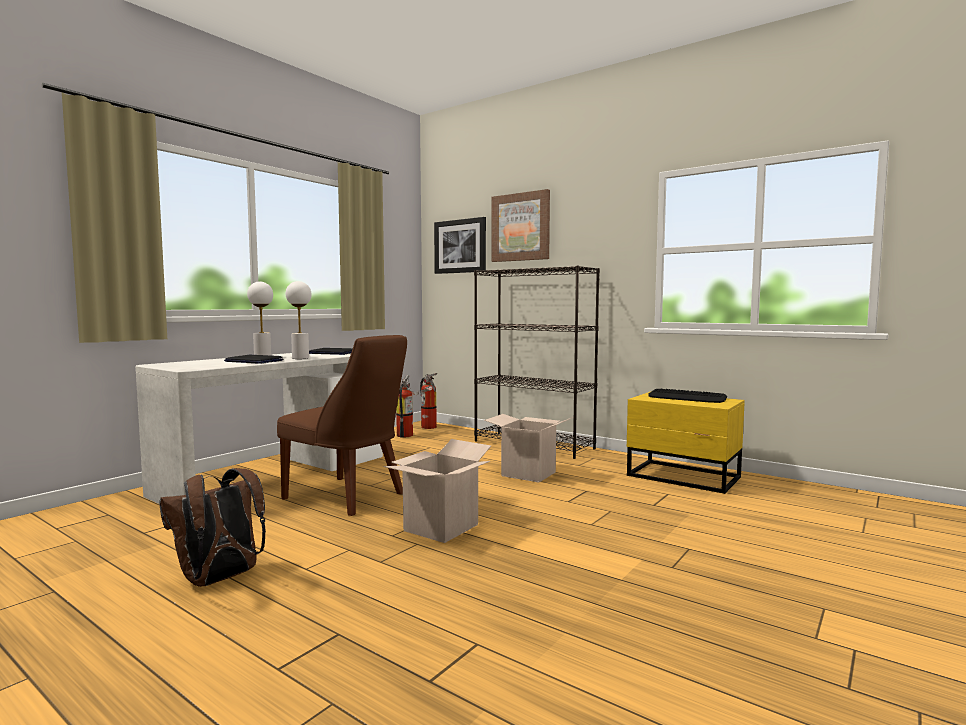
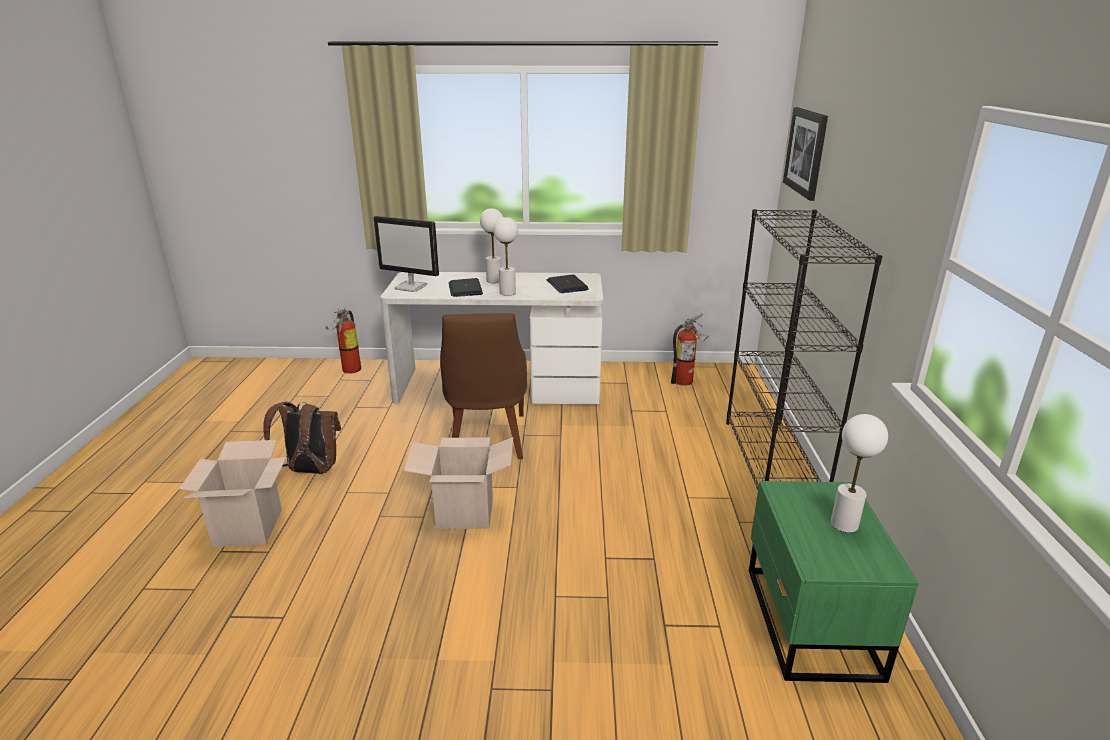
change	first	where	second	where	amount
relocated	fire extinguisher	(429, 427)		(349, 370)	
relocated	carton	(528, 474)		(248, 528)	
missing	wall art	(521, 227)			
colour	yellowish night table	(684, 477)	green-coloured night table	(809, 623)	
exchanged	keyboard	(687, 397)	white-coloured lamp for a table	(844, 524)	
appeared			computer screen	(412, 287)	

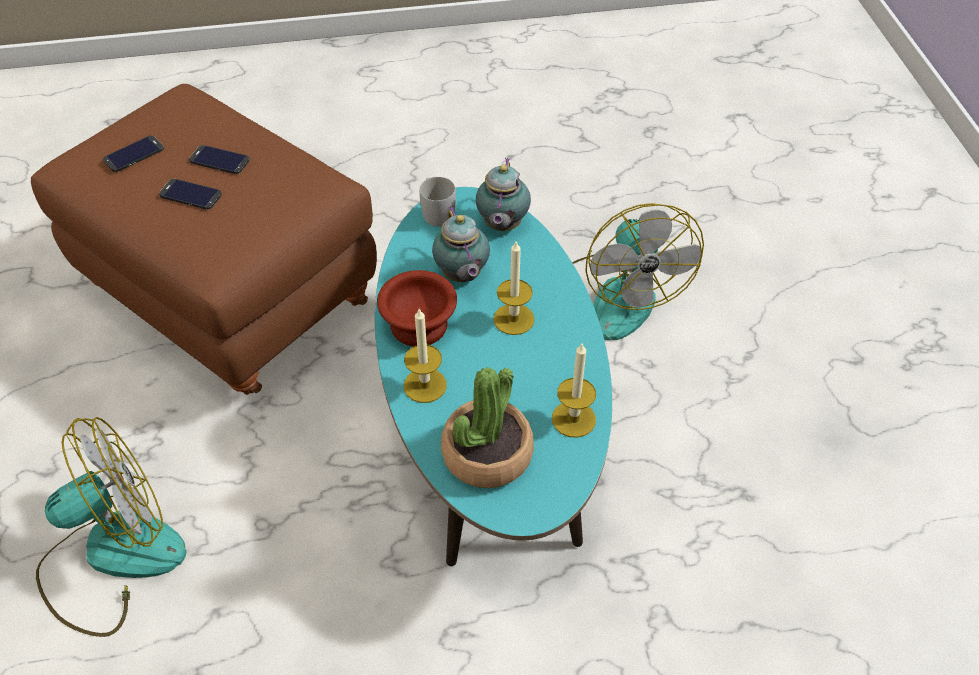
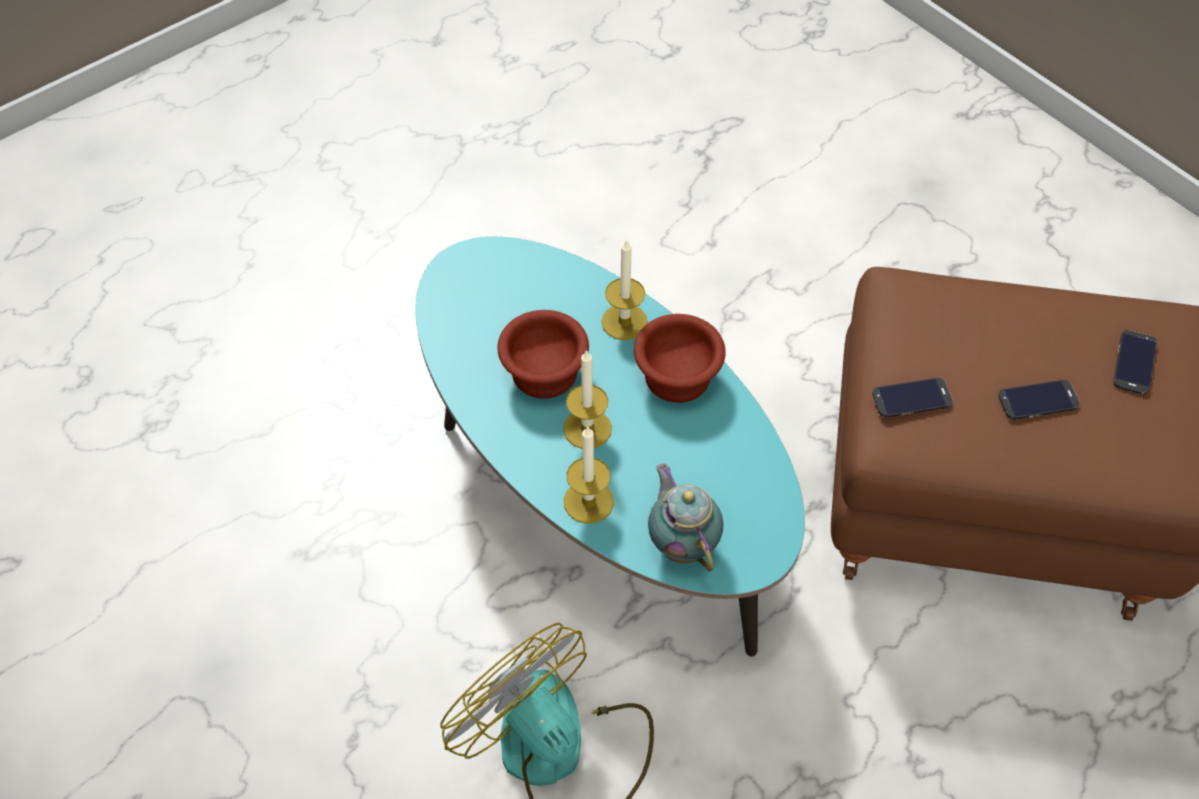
change	first	where	second	where	amount
missing	cooling fan	(111, 558)			
relocated	phone	(190, 194)		(912, 398)	
missing	white-coloured tea mug	(436, 212)			
missing	pot for tea	(462, 276)			
missing	plant in a pot	(487, 454)			
relocated	wax candle	(573, 419)		(588, 501)	
appeared			brown serving bowl	(541, 372)	

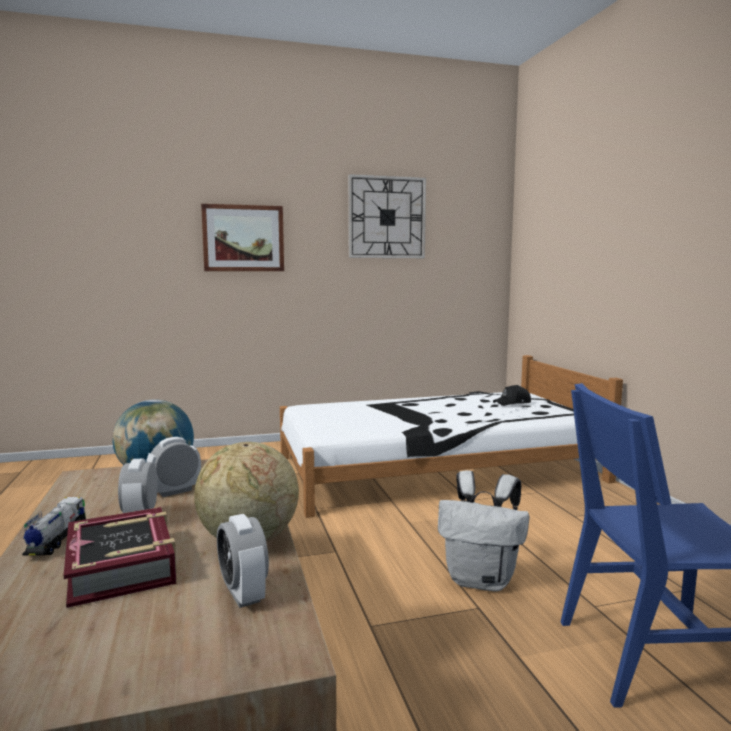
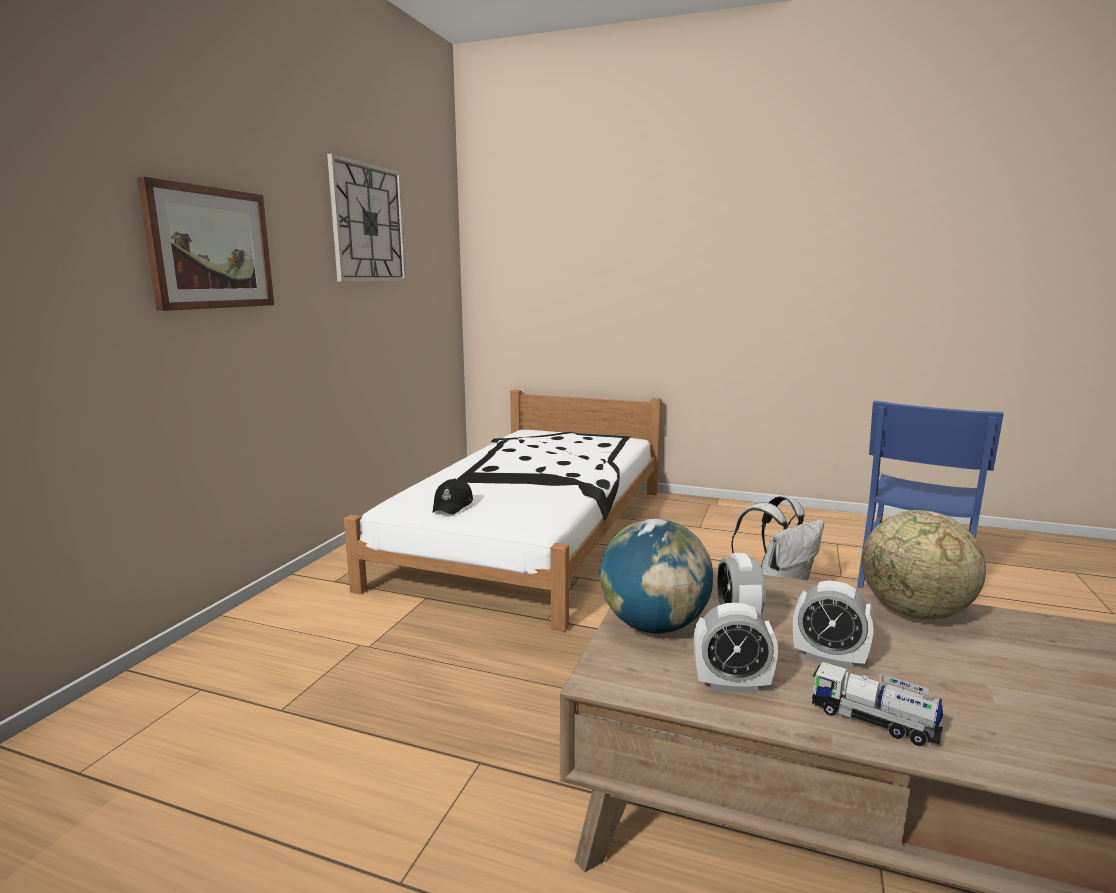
change	first	where	second	where	amount
missing	book	(122, 566)			
relocated	alarm clock	(243, 594)		(731, 684)	
relocated	black baseball cap	(512, 403)		(453, 505)	

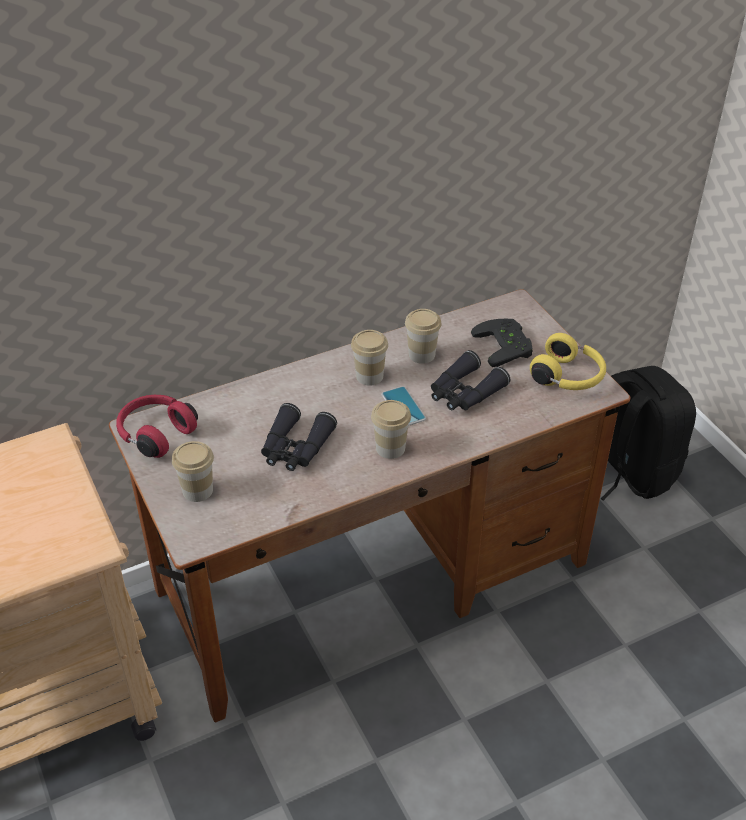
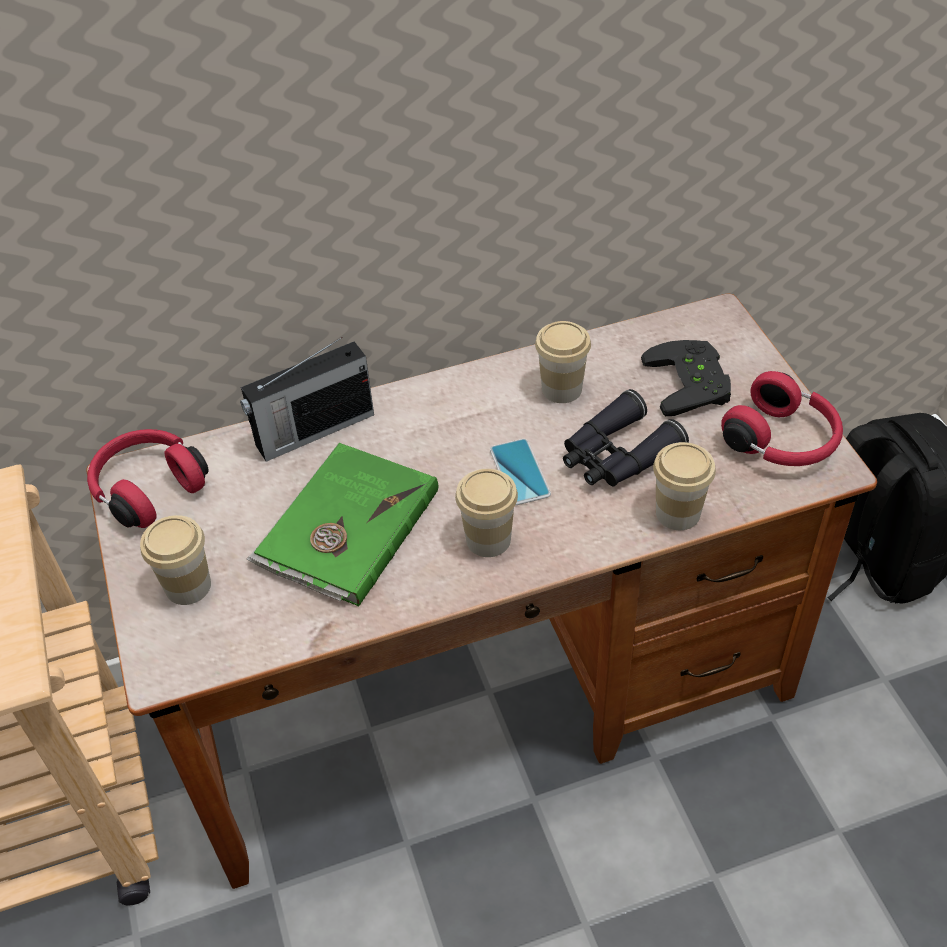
change	first	where	second	where	amount
exchanged	black binoculars	(295, 448)	green-coloured book	(345, 528)	
relocated	small cup	(369, 376)		(678, 513)	
colour	yellowish headphones	(568, 377)	reddish headphones	(782, 441)	
appeared			radio receiver	(313, 431)	

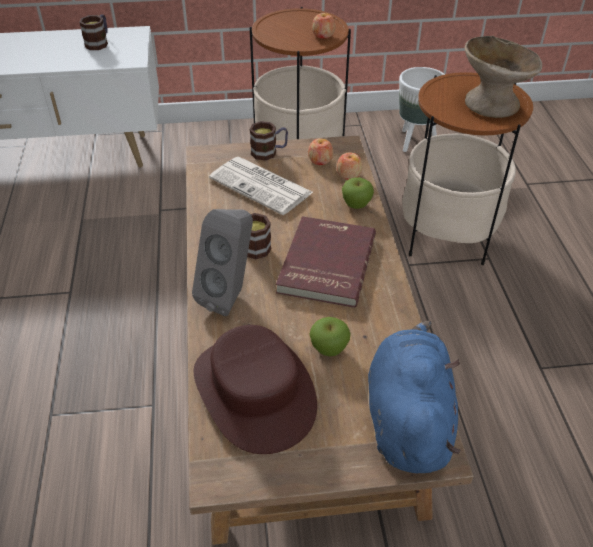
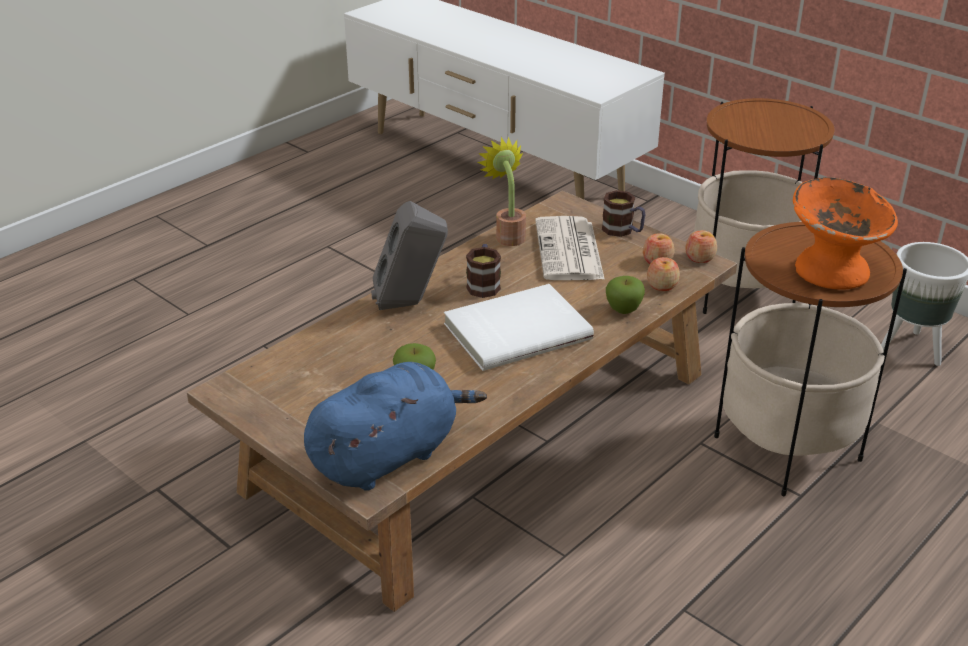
change	first	where	second	where	amount
missing	tea mug	(99, 42)			
missing	brown hat	(255, 391)			
colour	reddish book	(325, 263)	white-coloured book	(516, 330)	
relocated	whole apple	(323, 35)		(699, 258)	
colour	beige serving bowl	(491, 104)	orangey serving bowl	(831, 270)	
appeared			plant in a pot	(508, 235)	

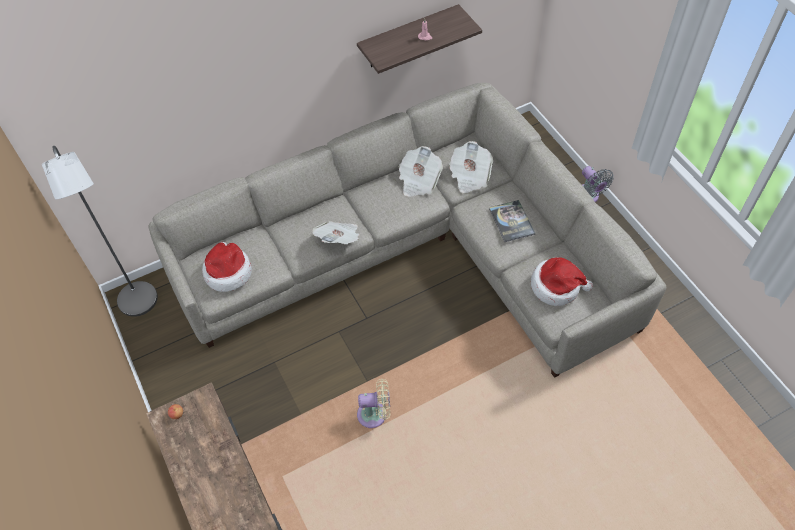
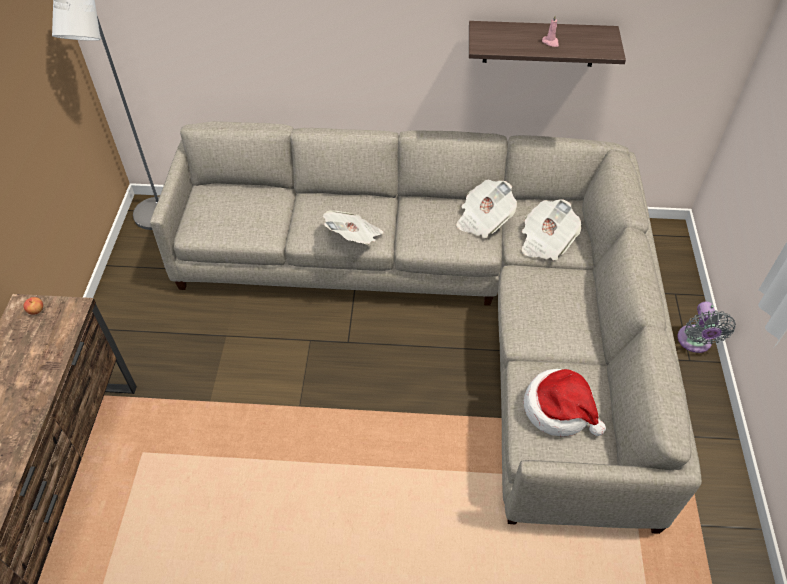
change	first	where	second	where	amount
missing	hat	(228, 272)			
missing	beige cooling fan	(375, 414)			
missing	book	(511, 221)			

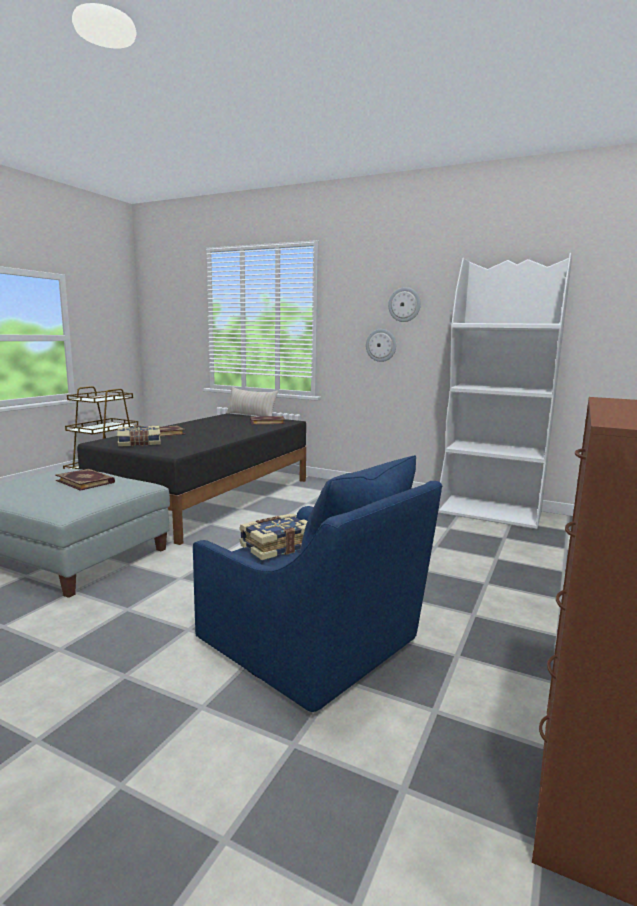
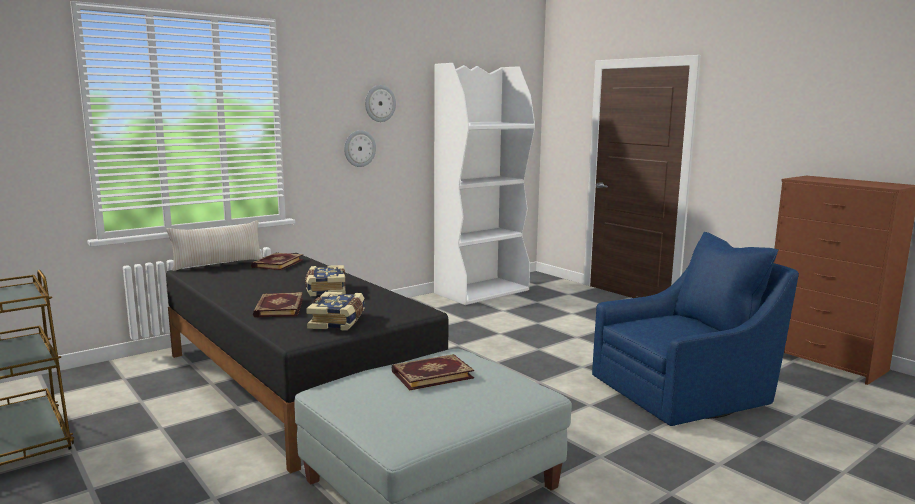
change	first	where	second	where	amount
relocated	book	(276, 546)		(325, 290)	

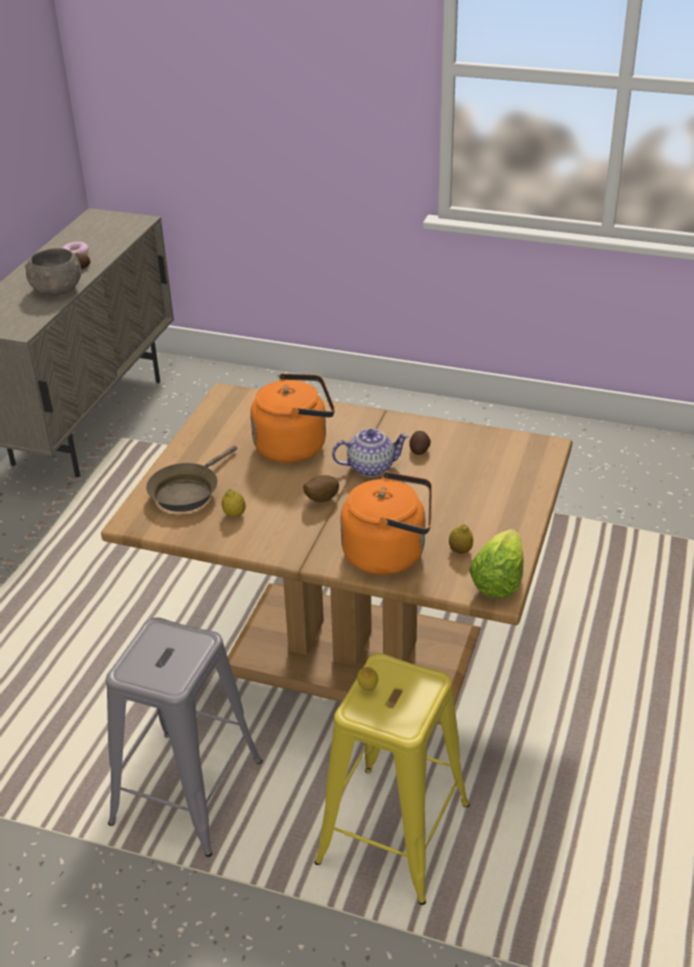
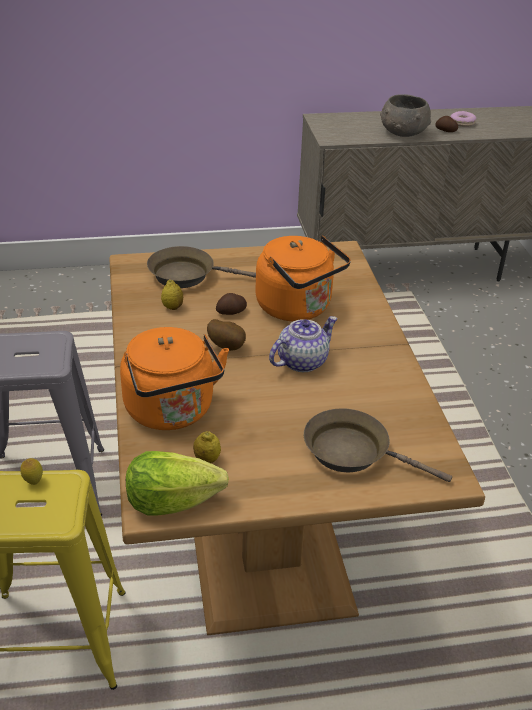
change	first	where	second	where	amount
spun	pot for tea	(371, 467)		(302, 361)	90 degrees counterclockwise
relocated	spud	(419, 449)		(231, 312)	
appeared			brown skillet	(353, 452)	

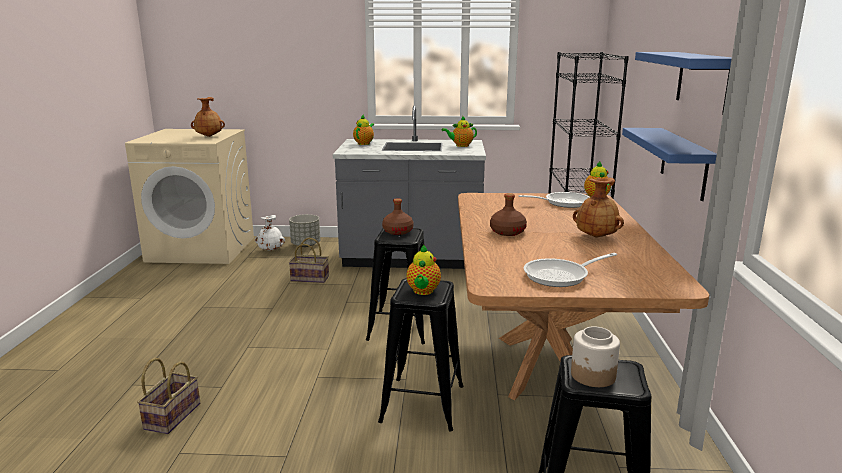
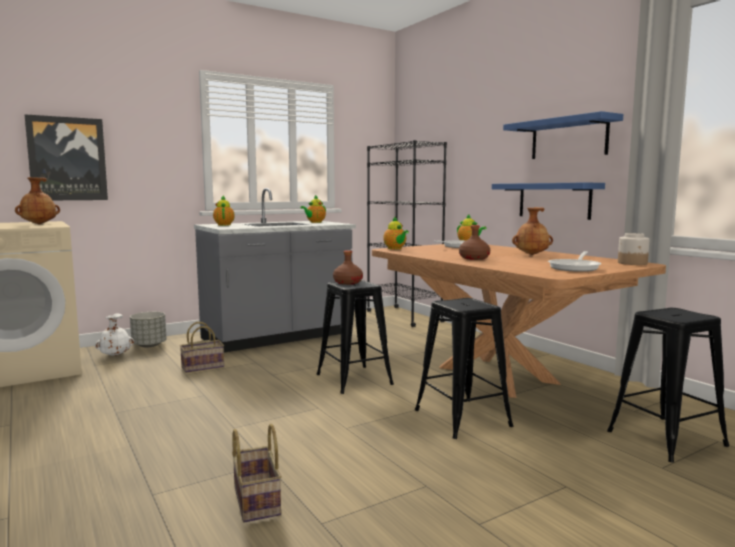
change	first	where	second	where	amount
relocated	pot for tea	(423, 291)		(395, 248)	
relocated	jar	(593, 376)		(632, 263)	
appeared			wall art	(67, 159)	

